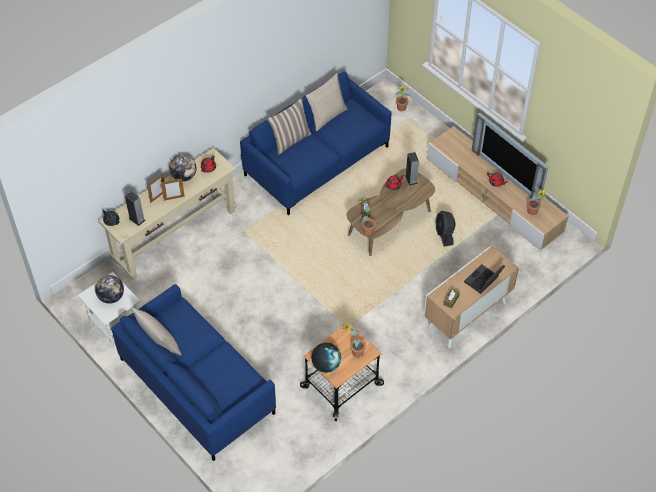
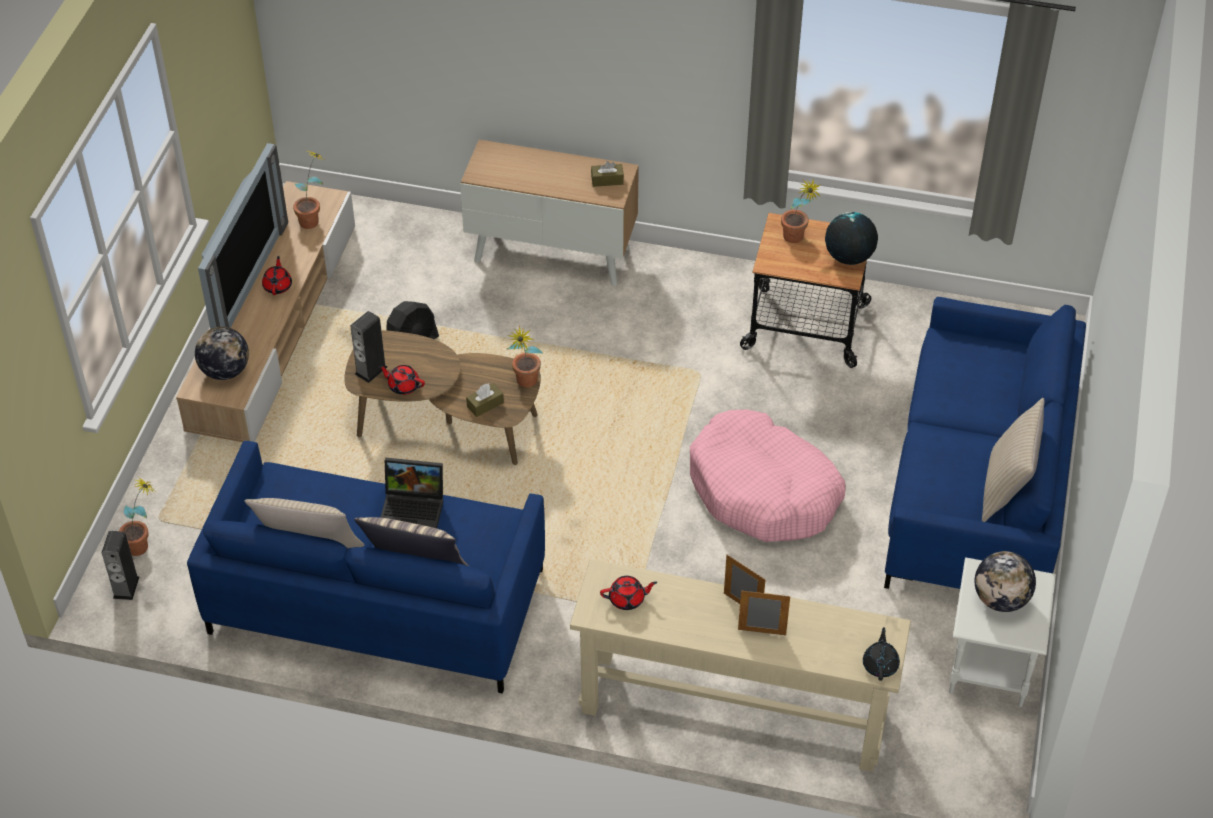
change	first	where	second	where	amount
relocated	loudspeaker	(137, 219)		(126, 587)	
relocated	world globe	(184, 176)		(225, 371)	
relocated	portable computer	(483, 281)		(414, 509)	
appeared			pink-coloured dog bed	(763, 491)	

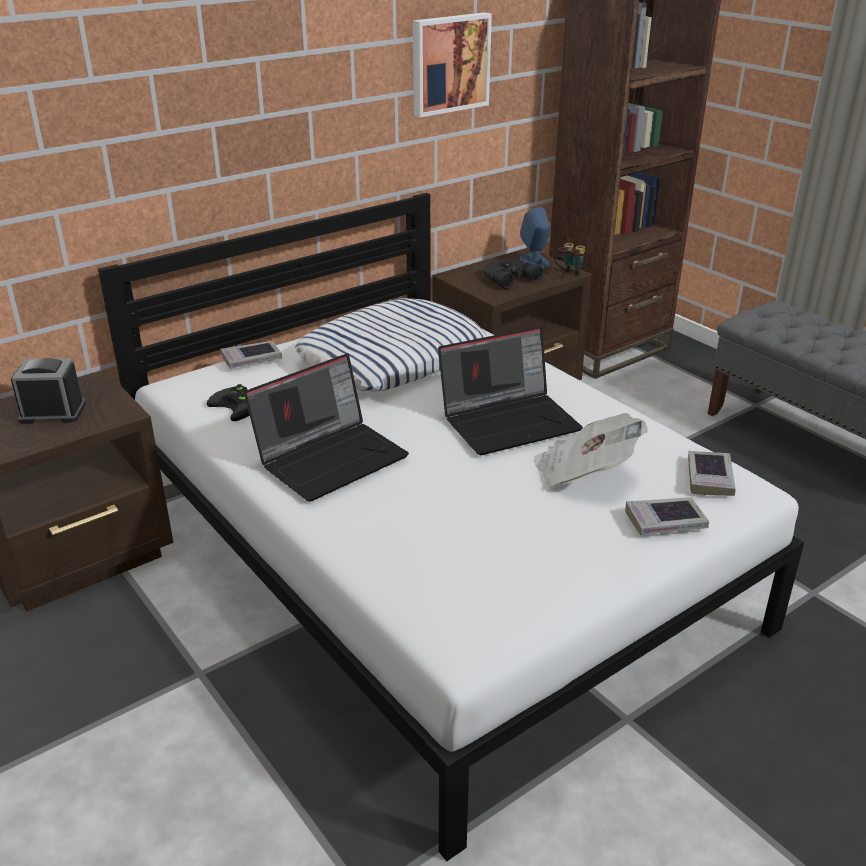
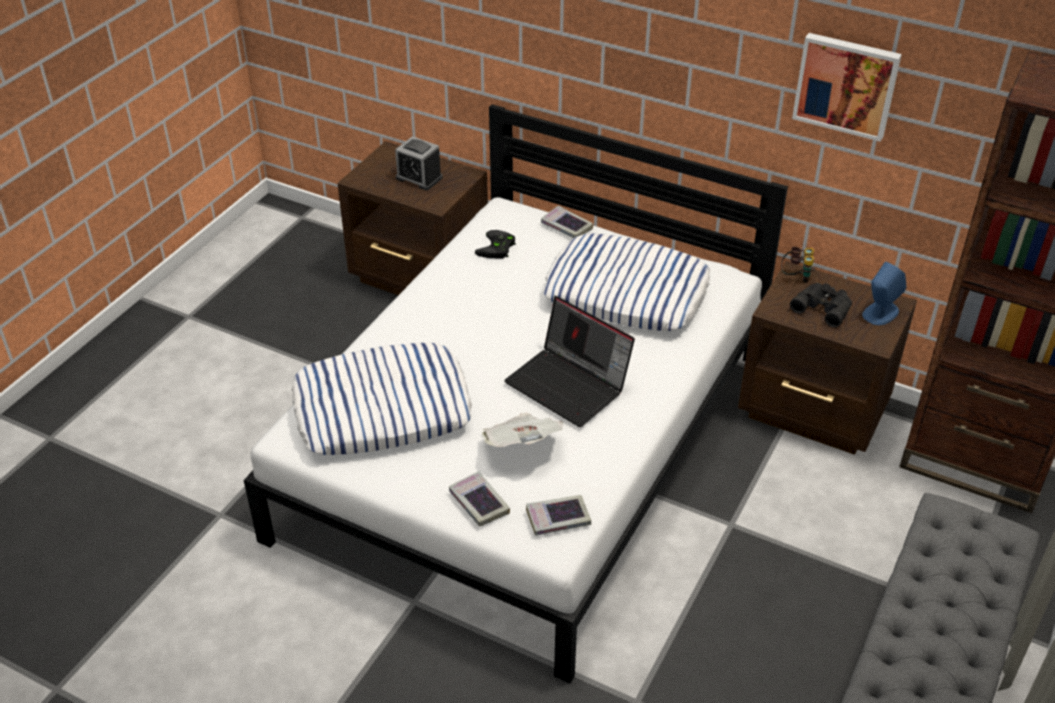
change	first	where	second	where	amount
spun	alarm clock	(53, 412)		(419, 178)	150 degrees clockwise
missing	portable computer	(331, 457)			
relocated	binoculars	(568, 275)		(796, 277)	
appeared			throw pillow	(383, 408)	

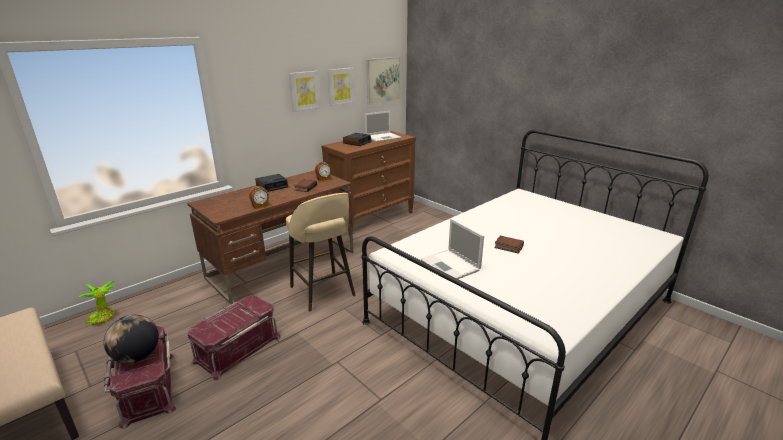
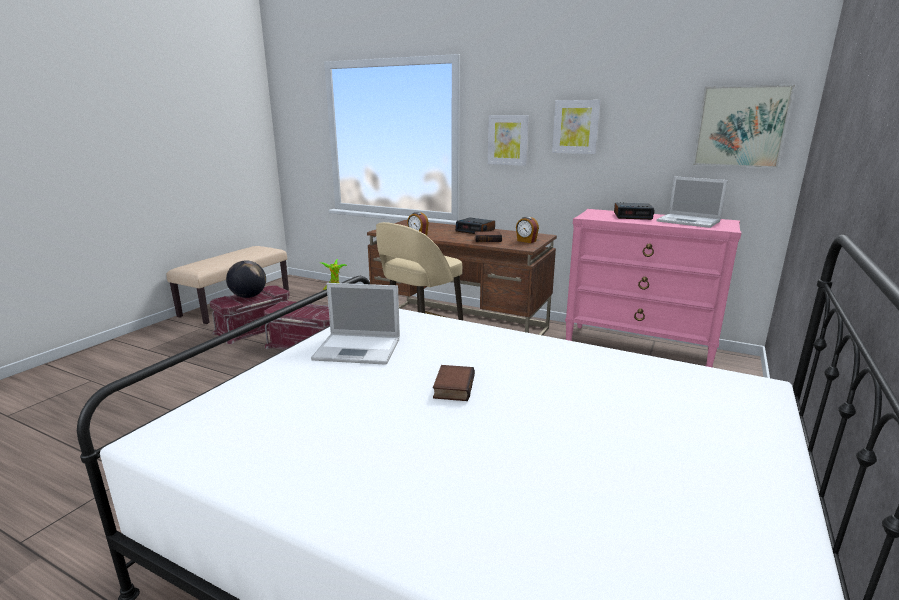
change	first	where	second	where	amount
colour	brown drawer chest	(372, 218)	pink-coloured drawer chest	(639, 347)	
relocated	wall art	(340, 86)		(508, 140)	
spun	portable computer	(451, 266)		(359, 349)	120 degrees counterclockwise

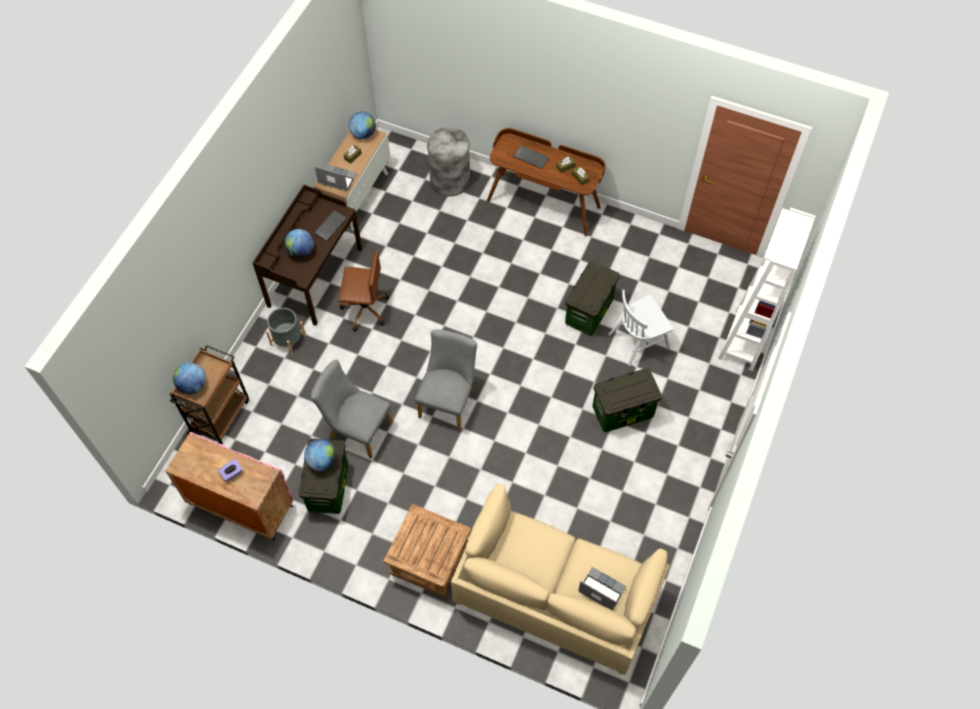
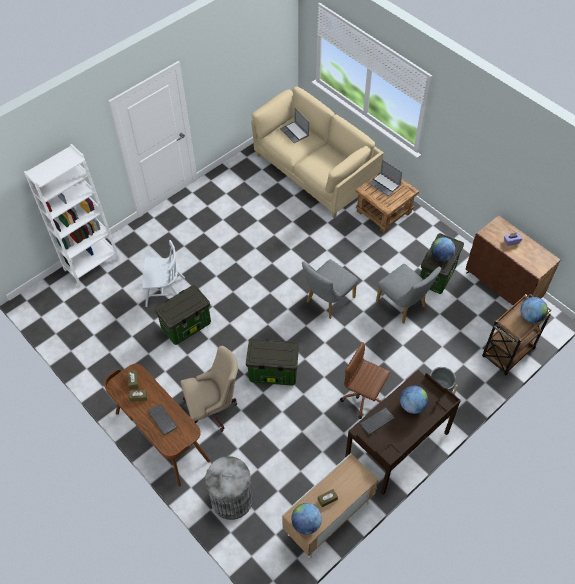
change	first	where	second	where	amount
colour	pink-coloured storage cabinet	(240, 504)	brown storage cabinet	(503, 286)	
relocated	portable computer	(336, 179)		(385, 185)	
relocated	storage container	(623, 411)		(272, 373)	
appeared			beige office chair	(213, 409)	

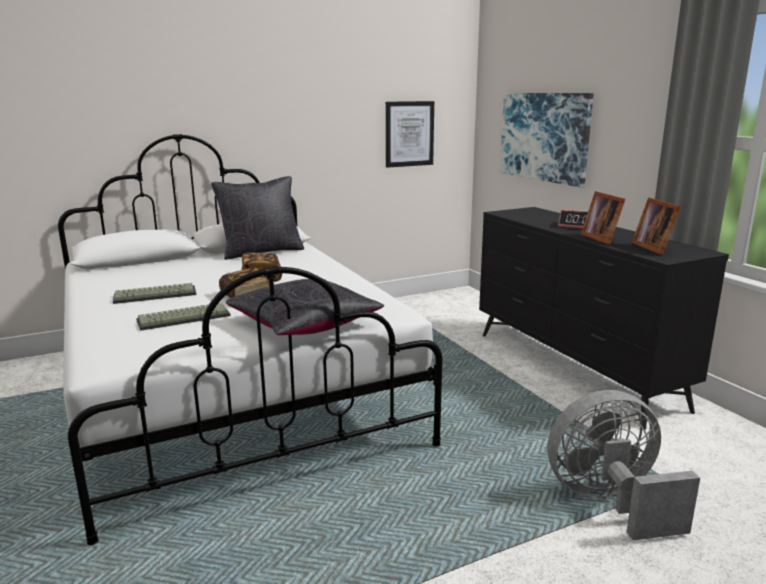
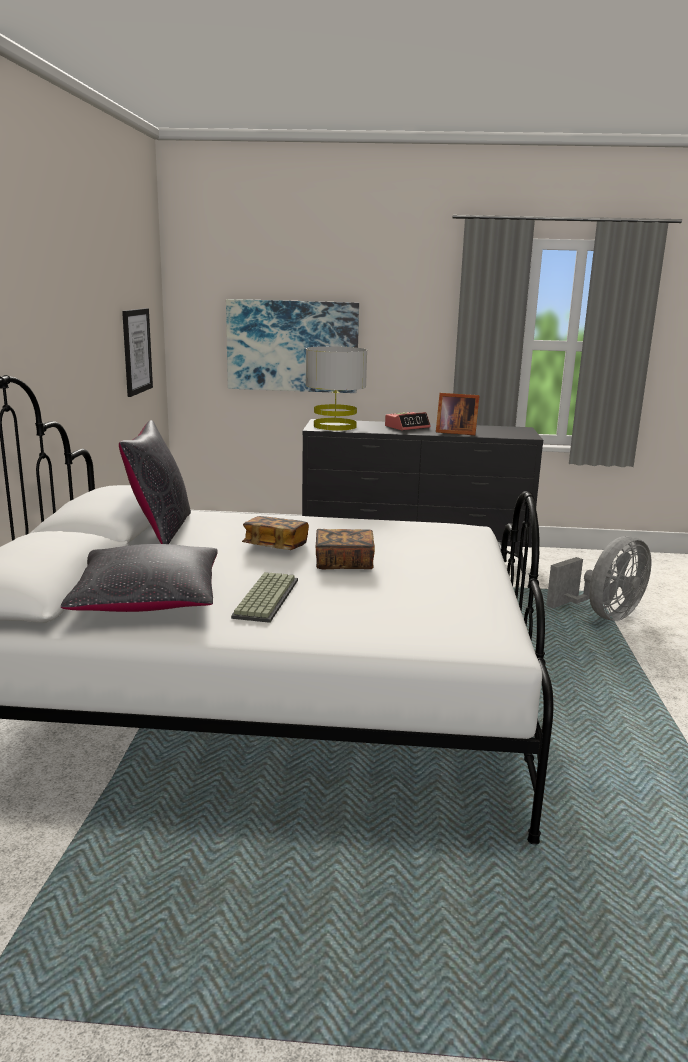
change	first	where	second	where	amount
missing	keyboard	(184, 317)			
relocated	black throw pillow	(304, 324)		(148, 600)	
spun	grey cooling fan	(609, 502)		(603, 615)	150 degrees counterclockwise
missing	standing frame	(654, 248)			
appeared			grey lamp for a table	(334, 426)	

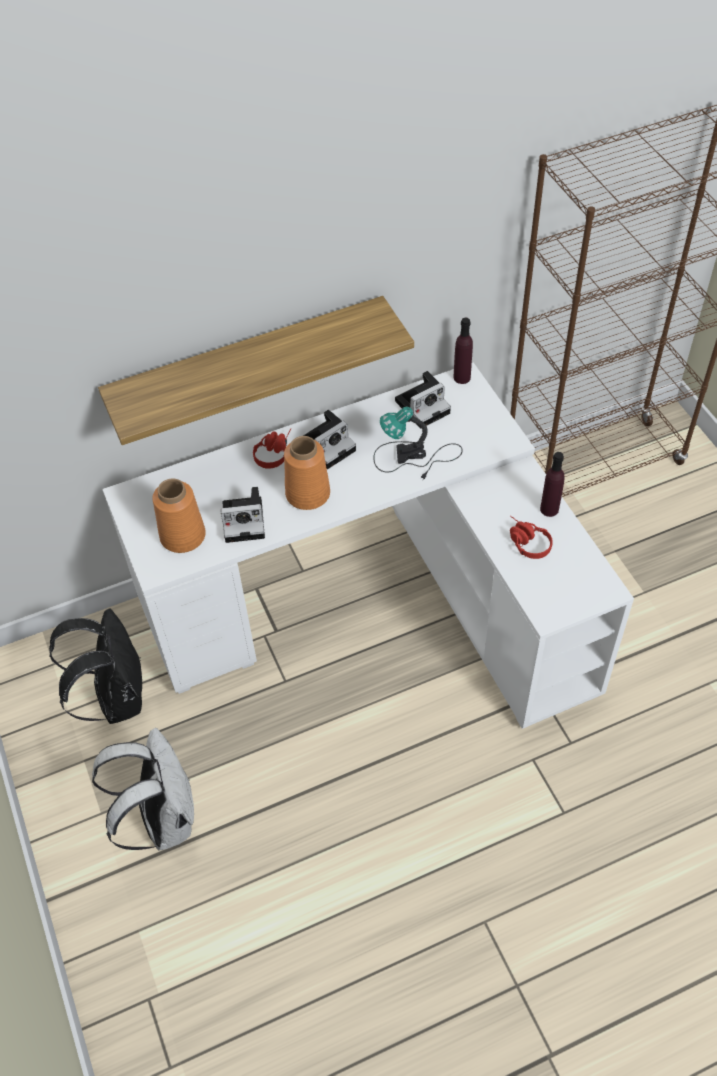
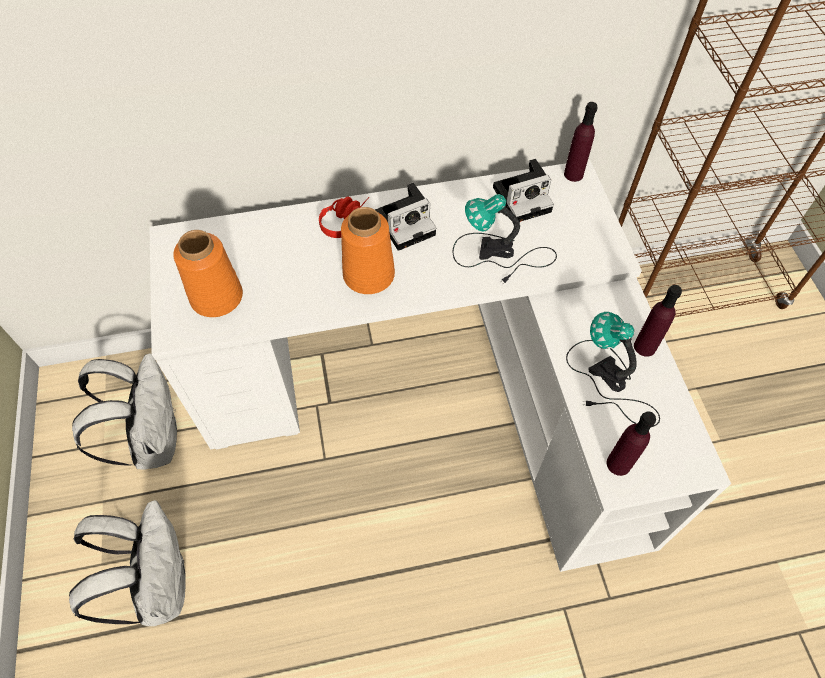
change	first	where	second	where	amount
colour	black knapsack	(116, 698)	white-coloured knapsack	(154, 440)	
missing	shelf	(248, 364)			
missing	photo camera	(246, 520)			
exchanged	reddish headphones	(525, 542)	lamp for a table	(608, 382)	
appeared			purplish beverage bottle	(618, 464)	

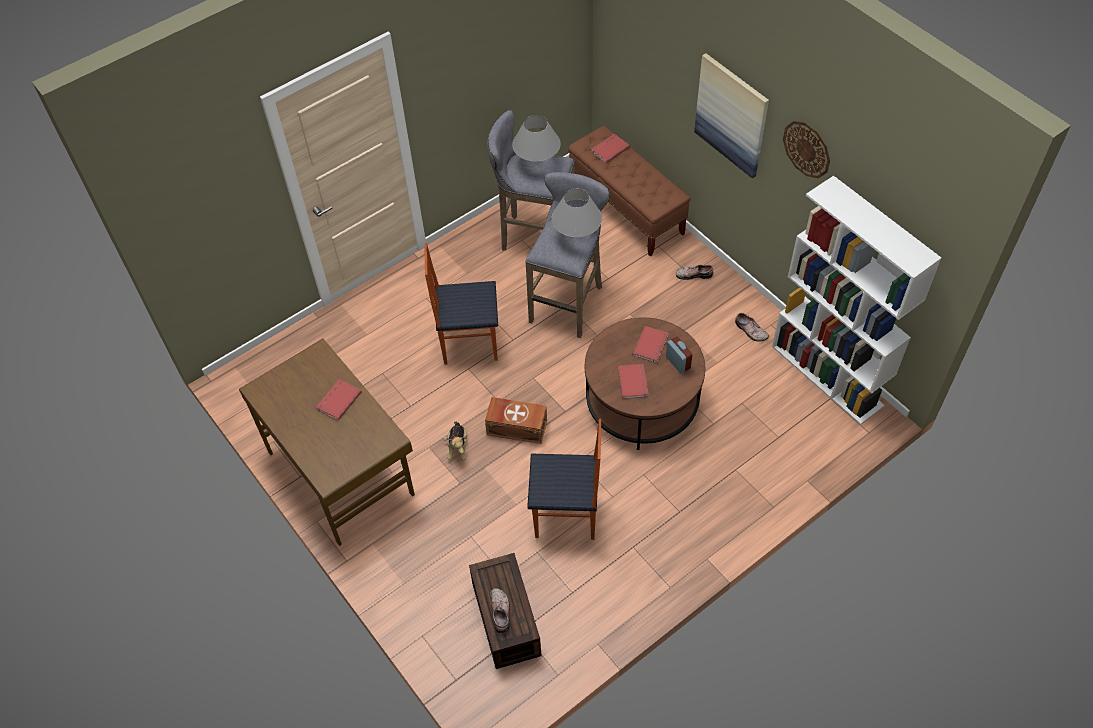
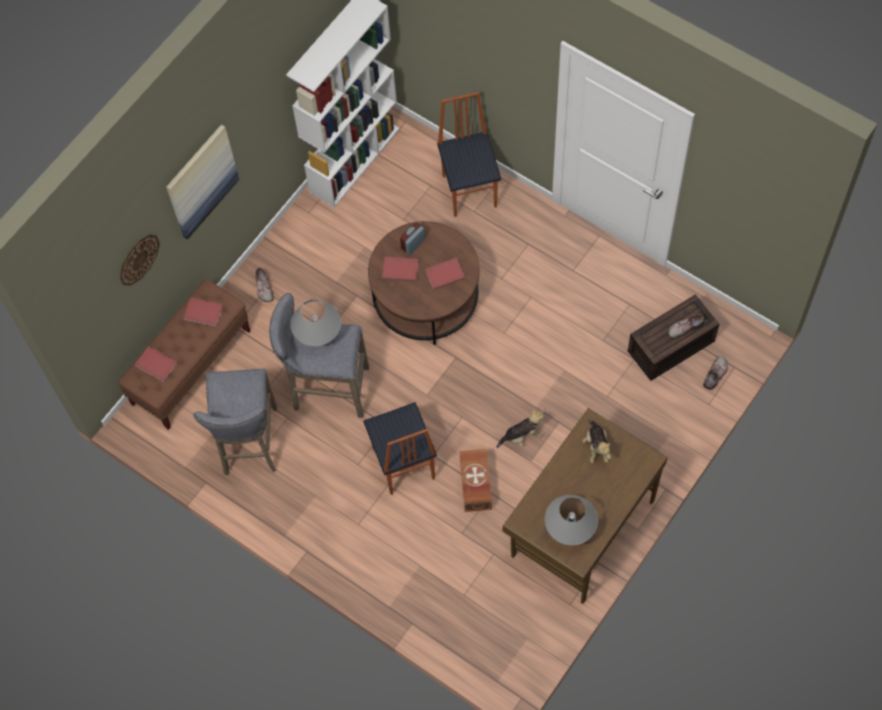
change	first	where	second	where	amount
relocated	reddish book	(338, 400)		(203, 314)	
relocated	brown storage container	(516, 427)		(475, 486)	
relocated	grey lamp for a table	(537, 163)		(570, 529)	
relocated	chair	(566, 517)		(470, 190)	
relocated	shoe	(750, 331)		(716, 374)	
relocated	clock on the wall	(807, 149)		(138, 259)	
appeared			cuddly toy	(596, 446)	

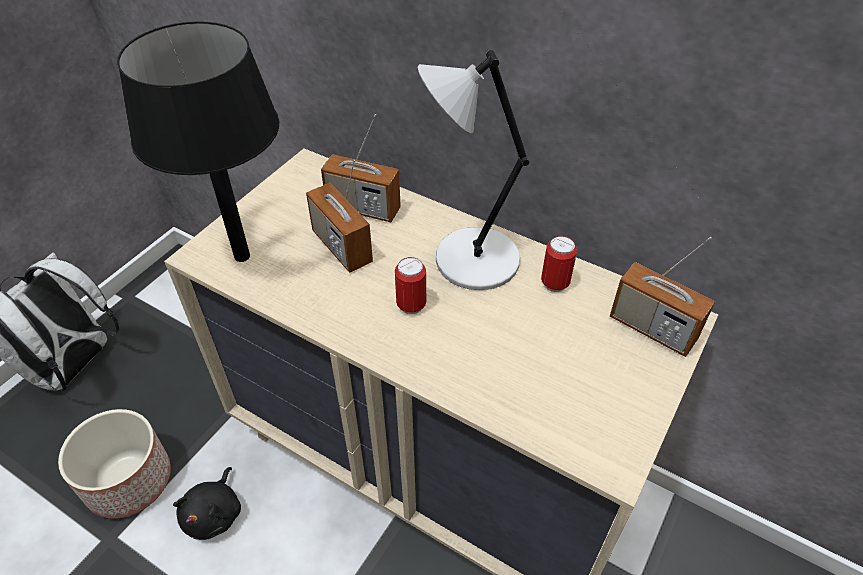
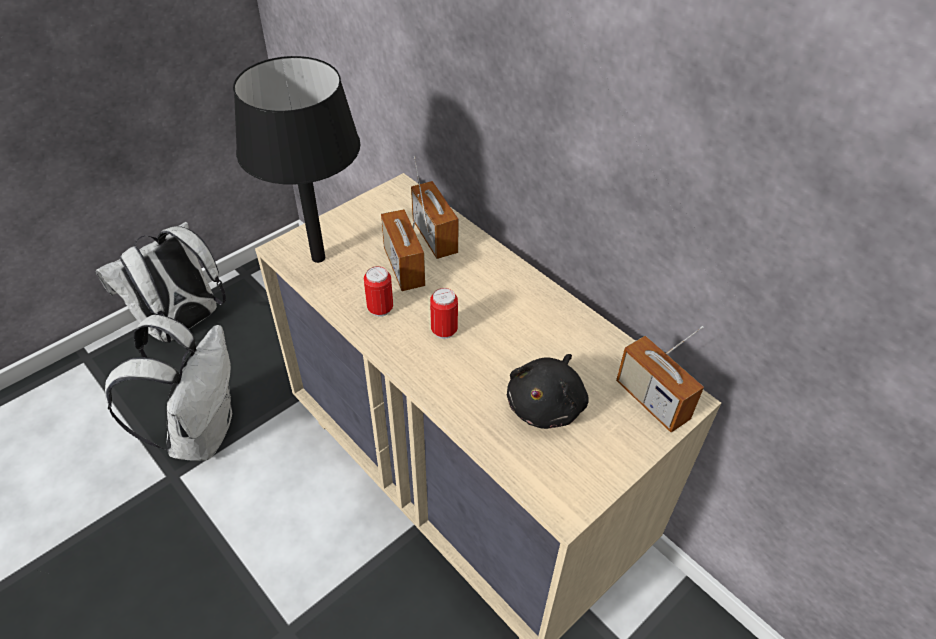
change	first	where	second	where	amount
exchanged	planter	(128, 480)	white-coloured knapsack	(201, 432)	
relocated	black cuddly toy	(215, 513)		(547, 405)	
spun	radio receiver	(363, 208)		(435, 237)	150 degrees counterclockwise
missing	grey lamp for a table	(472, 261)			
relocated	metal can	(555, 283)		(380, 309)	

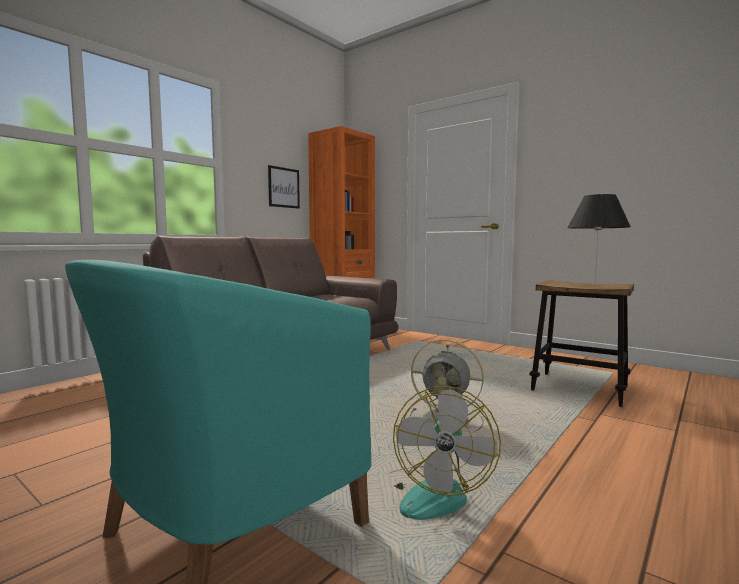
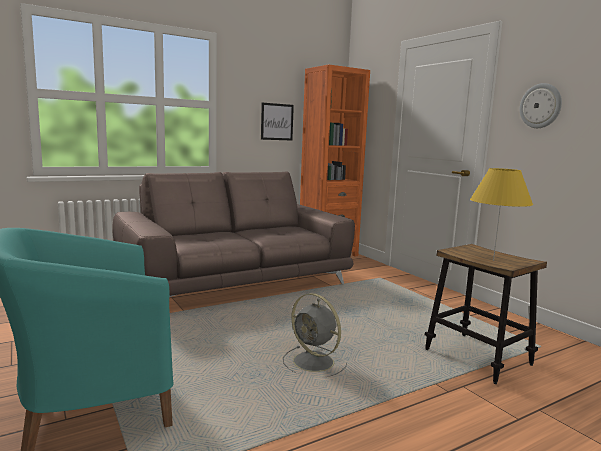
change	first	where	second	where	amount
missing	cooling fan	(434, 493)			
colour	black lamp for a table	(594, 286)	yellowish lamp for a table	(493, 260)	
appeared			clock on the wall	(540, 106)	

